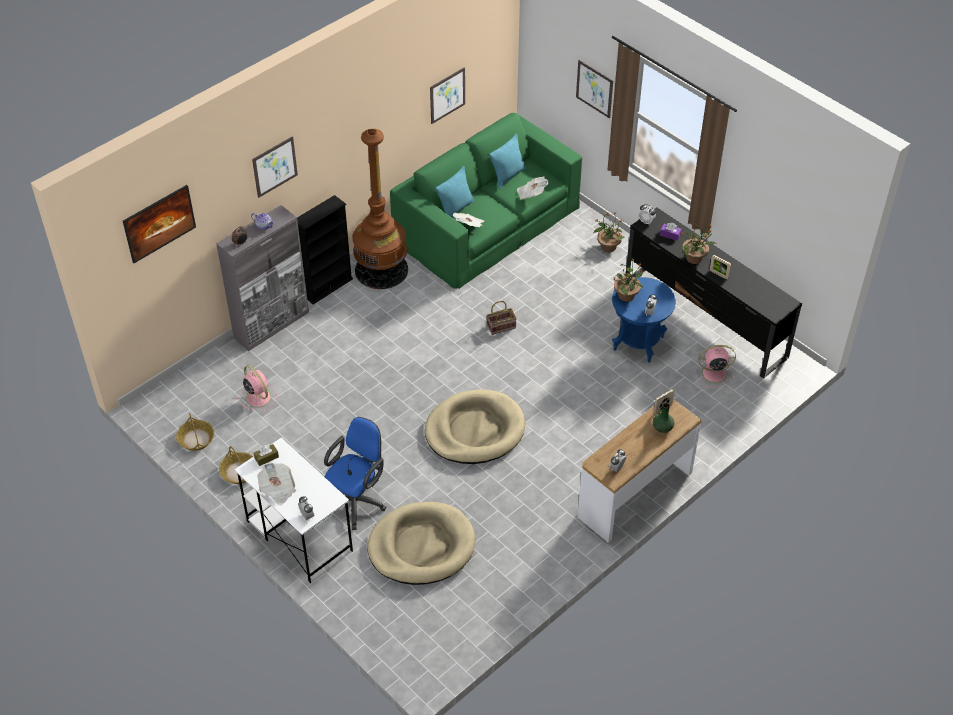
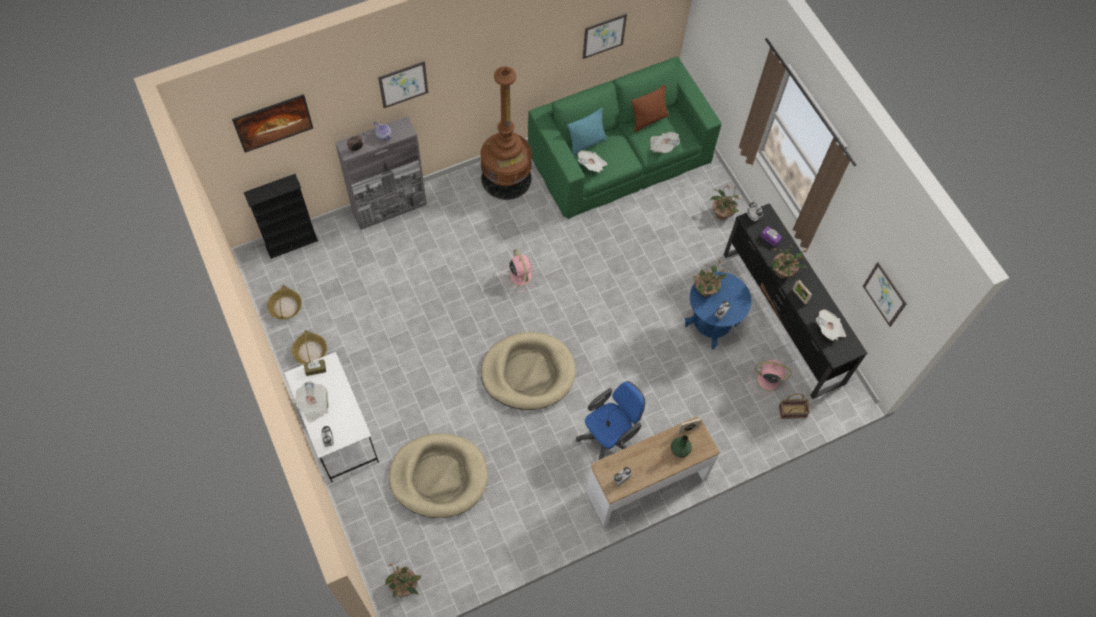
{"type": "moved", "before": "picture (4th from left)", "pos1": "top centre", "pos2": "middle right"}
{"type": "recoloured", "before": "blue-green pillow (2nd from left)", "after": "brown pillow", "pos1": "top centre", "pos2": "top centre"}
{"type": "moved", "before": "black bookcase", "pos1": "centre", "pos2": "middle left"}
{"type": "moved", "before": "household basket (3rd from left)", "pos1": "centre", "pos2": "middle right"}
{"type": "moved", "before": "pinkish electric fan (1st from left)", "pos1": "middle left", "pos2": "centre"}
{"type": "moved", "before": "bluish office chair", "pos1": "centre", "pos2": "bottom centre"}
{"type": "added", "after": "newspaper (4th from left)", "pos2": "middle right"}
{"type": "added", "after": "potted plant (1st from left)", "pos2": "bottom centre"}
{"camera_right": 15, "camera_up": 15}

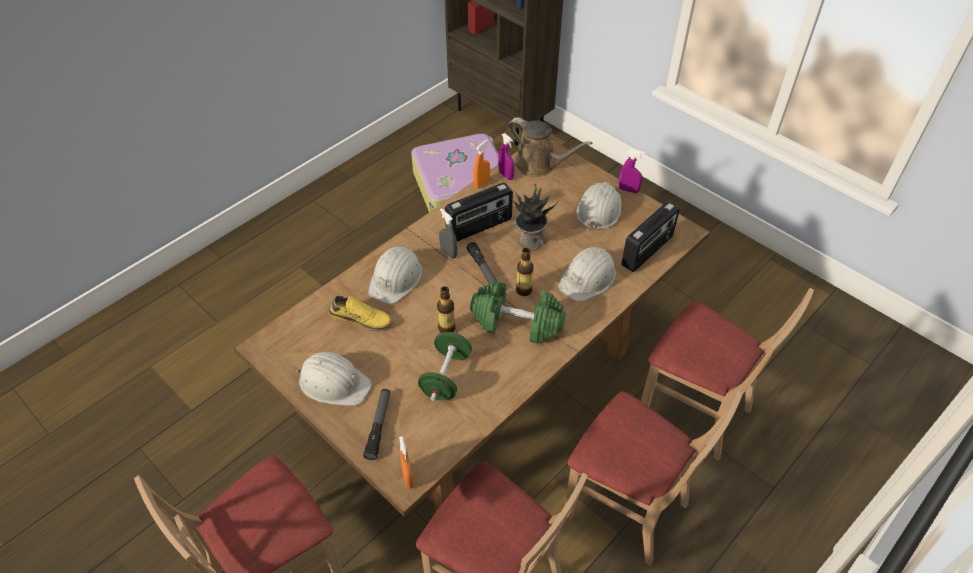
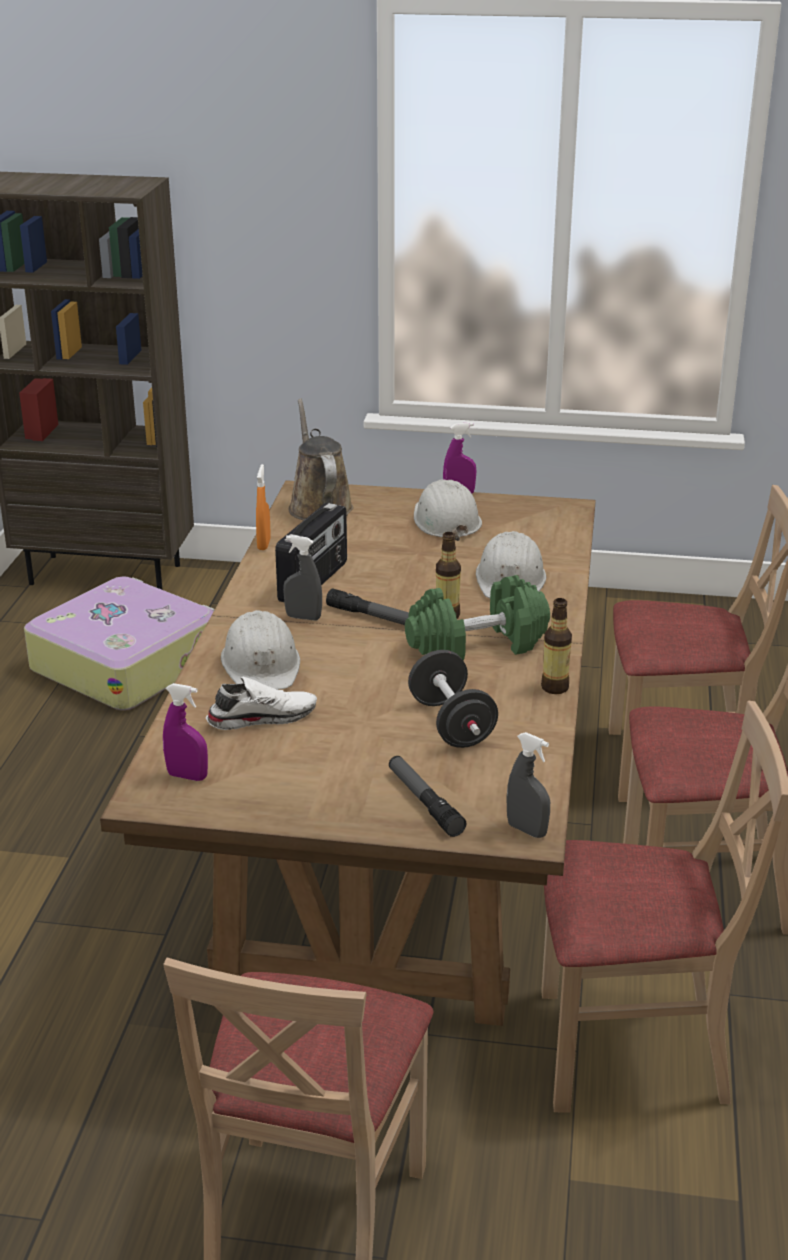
{"type": "turned", "before": "brown watering can", "pos1": "top centre", "pos2": "centre", "turn": -105}
{"type": "moved", "before": "purple-coloured hand sprayer (1st from left)", "pos1": "top centre", "pos2": "middle left"}
{"type": "removed", "before": "potted plant", "pos1": "centre"}
{"type": "removed", "before": "radio (2nd from left)", "pos1": "middle right"}
{"type": "moved", "before": "drink bottle (1st from left in the first image)", "after": "drink bottle (2nd from left)", "pos1": "centre", "pos2": "middle right"}
{"type": "recoloured", "before": "yellow-coloured item of footwear", "after": "whitish item of footwear", "pos1": "centre", "pos2": "middle left"}
{"type": "recoloured", "before": "green hand weight (1st from left)", "after": "black hand weight", "pos1": "centre", "pos2": "centre"}
{"type": "removed", "before": "whitish work helmet (1st from left)", "pos1": "centre"}
{"type": "recoloured", "before": "orangey hand sprayer (1st from left)", "after": "greyish hand sprayer (2nd from left)", "pos1": "bottom centre", "pos2": "middle right"}
{"camera_right": -35, "camera_up": -20}

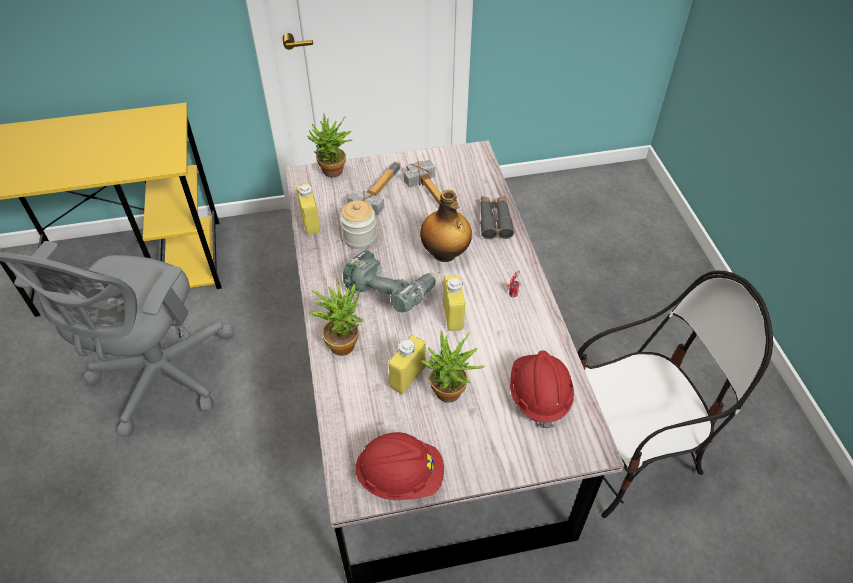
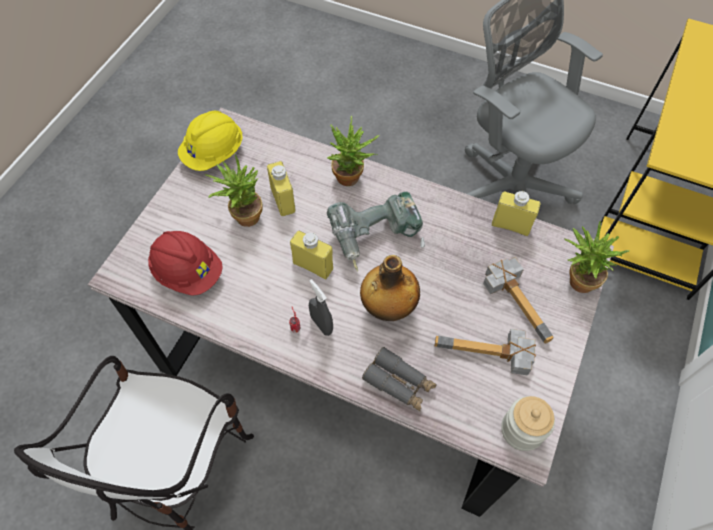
{"type": "moved", "before": "preserve jar", "pos1": "centre", "pos2": "bottom right"}
{"type": "recoloured", "before": "reddish work helmet (1st from left)", "after": "yellow-coloured work helmet", "pos1": "bottom centre", "pos2": "top left"}
{"type": "added", "after": "greyish hand sprayer", "pos2": "centre"}
{"camera_right": 125, "camera_up": 10}

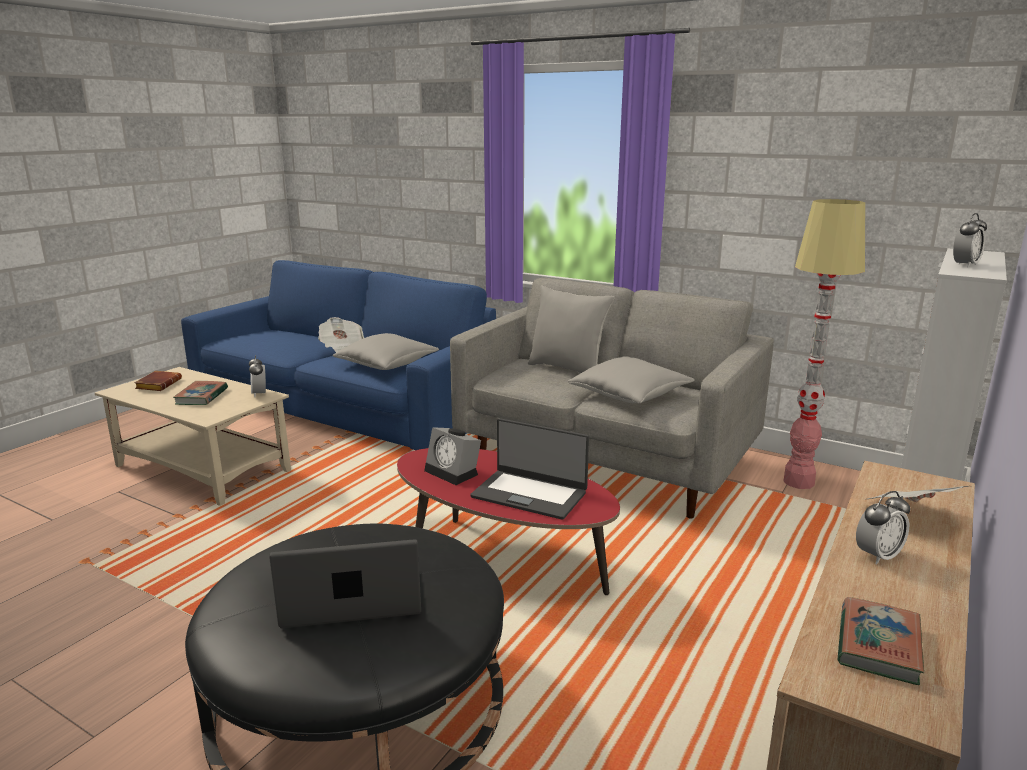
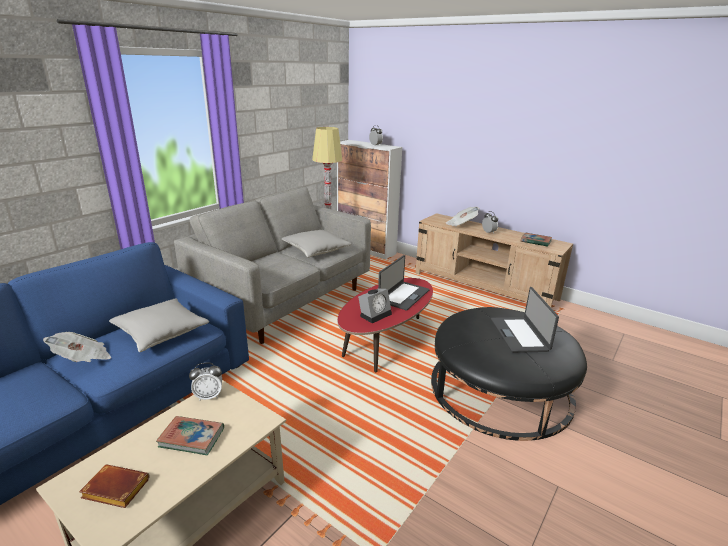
{"type": "removed", "before": "greyish pillow (2nd from left)", "pos1": "centre"}
{"camera_right": -85, "camera_up": 5}

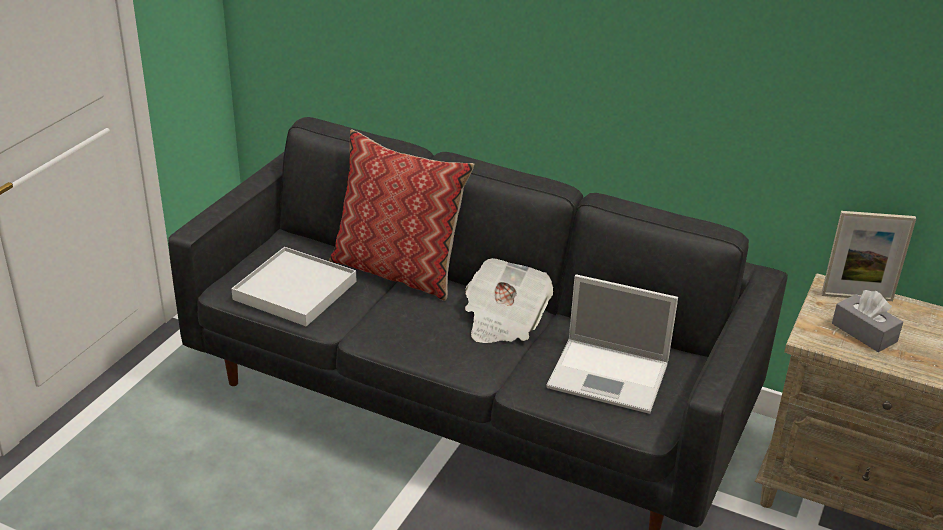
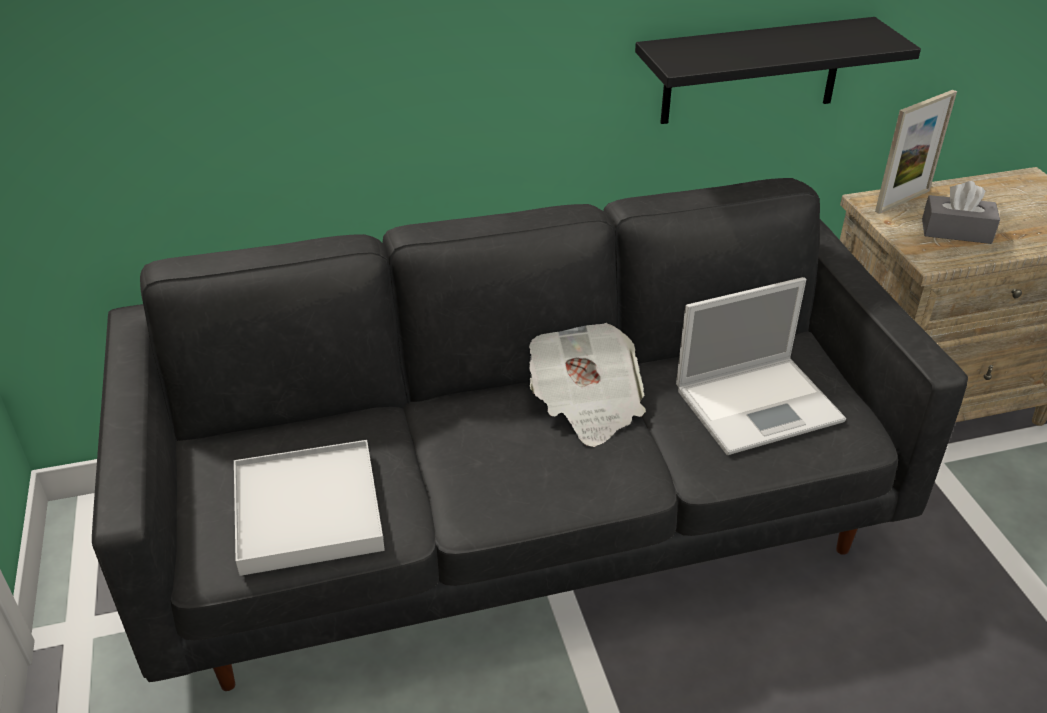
{"type": "removed", "before": "pillow", "pos1": "centre"}
{"type": "added", "after": "black wall shelf", "pos2": "top right"}
{"camera_right": -40, "camera_up": 5}

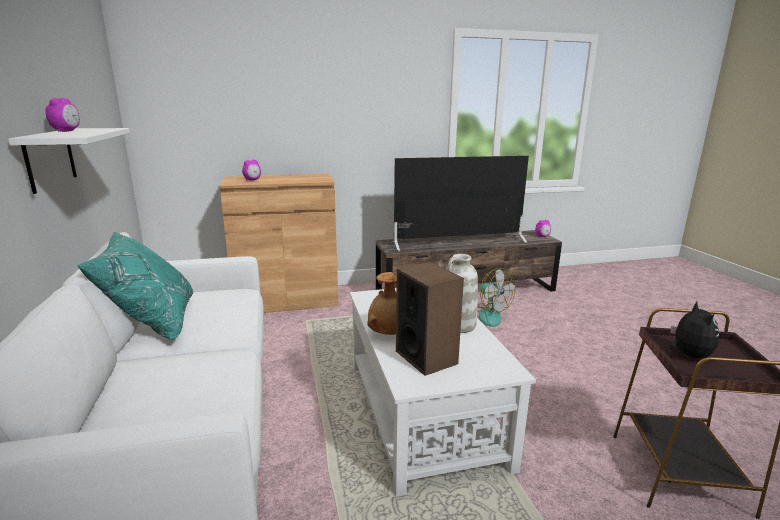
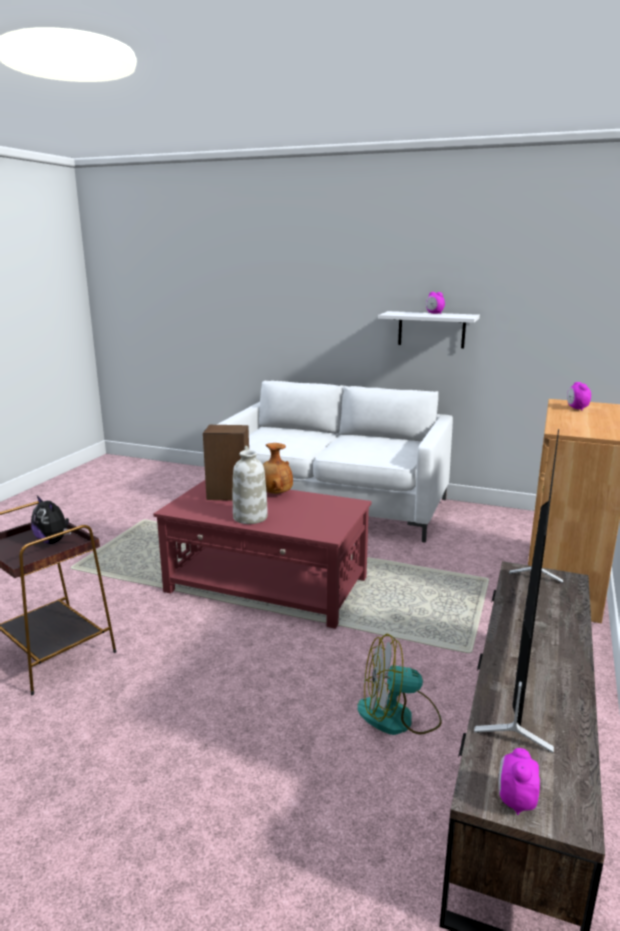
{"type": "removed", "before": "blue-green pillow", "pos1": "middle left"}
{"type": "recoloured", "before": "whitish coffee table", "after": "reddish coffee table", "pos1": "bottom centre", "pos2": "centre"}
{"camera_right": 125, "camera_up": 0}

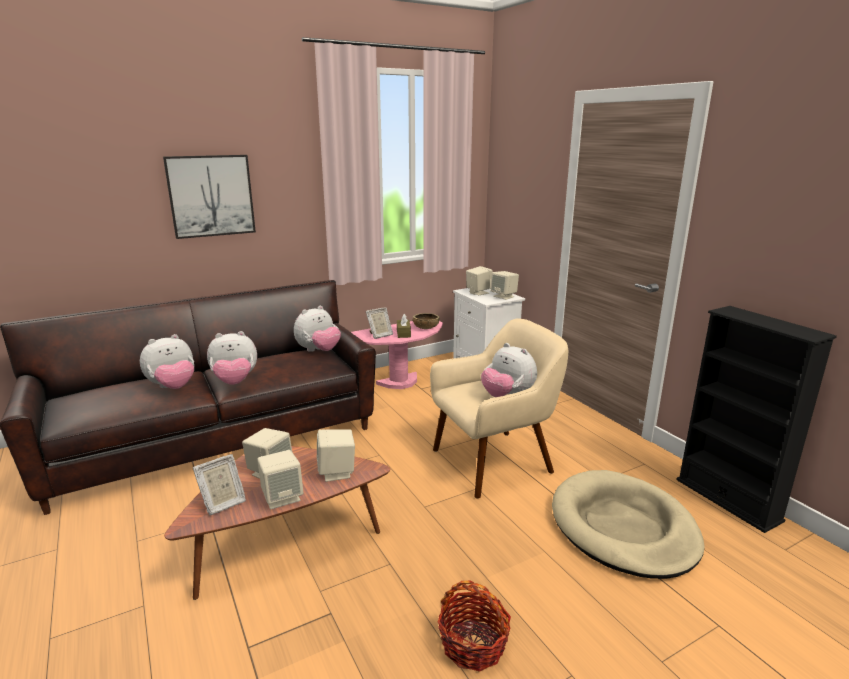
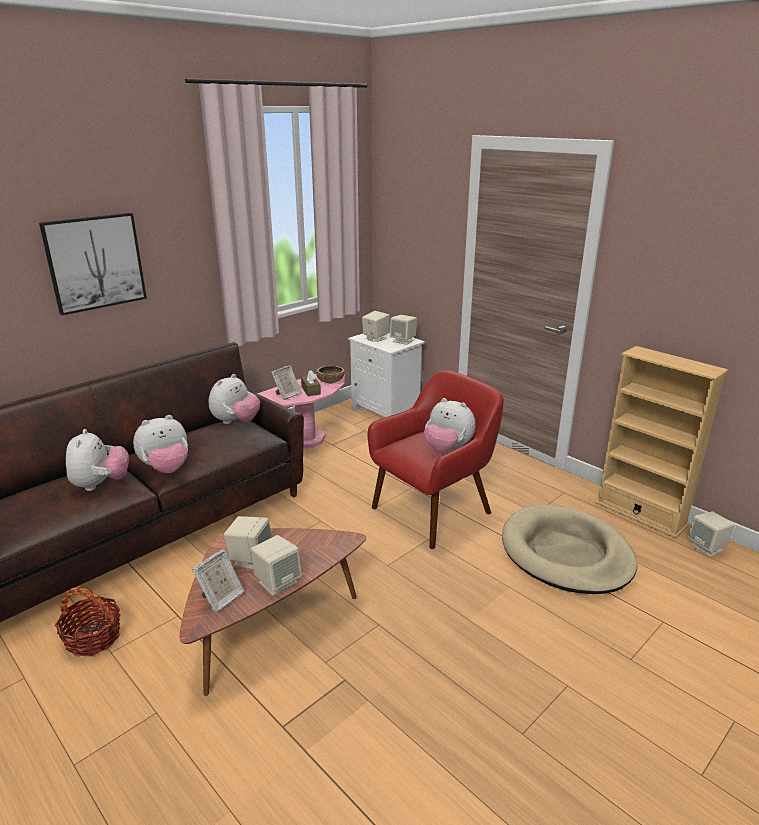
{"type": "recoloured", "before": "black bookcase", "after": "beige bookcase", "pos1": "middle right", "pos2": "middle right"}
{"type": "recoloured", "before": "beige lounge chair", "after": "reddish lounge chair", "pos1": "centre", "pos2": "centre"}
{"type": "turned", "before": "cuddly toy (1st from left)", "pos1": "middle left", "pos2": "middle left", "turn": -45}
{"type": "moved", "before": "beige audio speaker (3rd from left in the first image)", "after": "beige audio speaker (5th from left)", "pos1": "bottom centre", "pos2": "middle right"}
{"type": "moved", "before": "household basket", "pos1": "bottom centre", "pos2": "bottom left"}
{"camera_right": -15, "camera_up": 5}

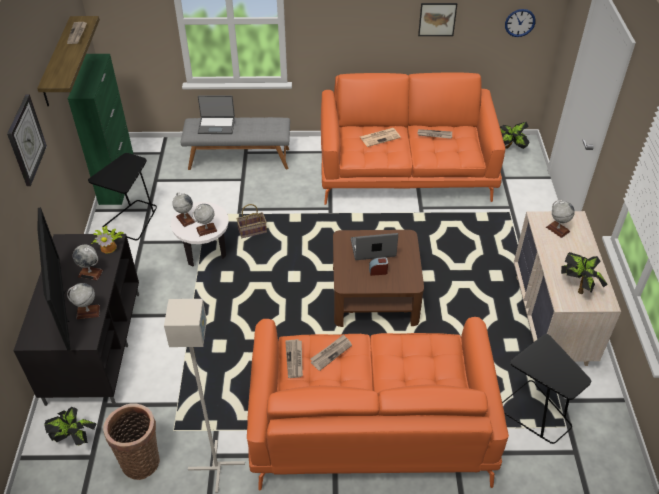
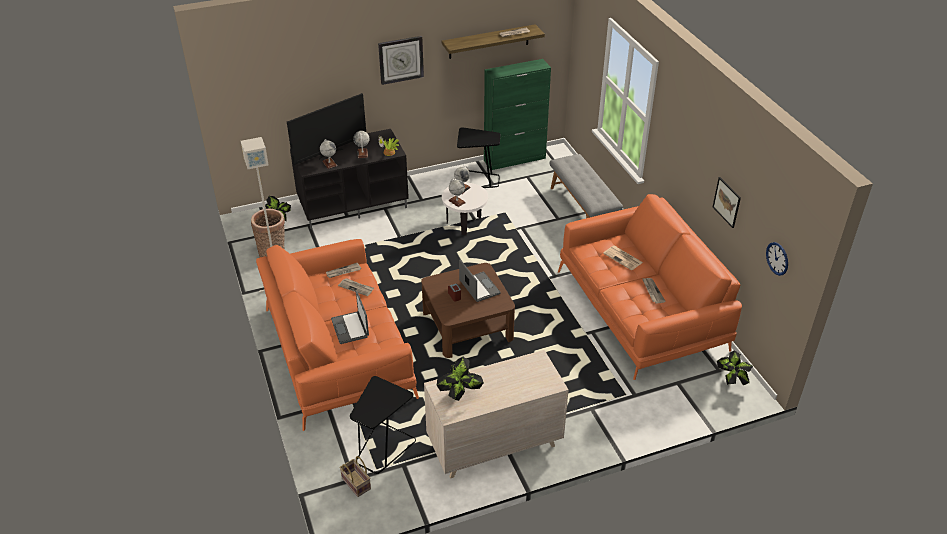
{"type": "moved", "before": "laptop (1st from left)", "pos1": "top left", "pos2": "centre"}
{"type": "removed", "before": "world globe (5th from left)", "pos1": "middle right"}
{"type": "moved", "before": "household basket (2nd from left)", "pos1": "centre", "pos2": "bottom centre"}
{"camera_right": 70, "camera_up": -5}

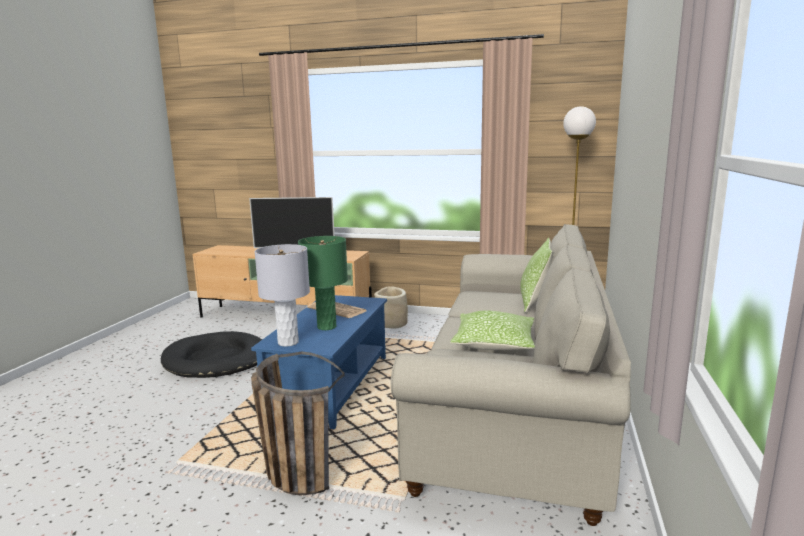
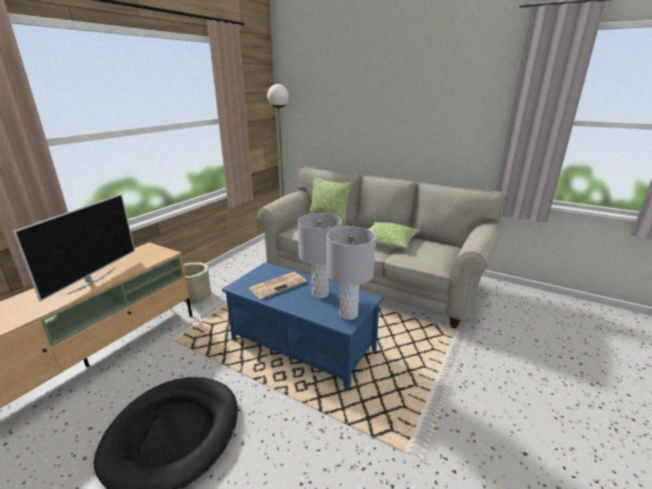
{"type": "recoloured", "before": "green lamp for a table", "after": "greyish lamp for a table (1st from left)", "pos1": "centre", "pos2": "centre"}
{"type": "removed", "before": "household basket", "pos1": "bottom centre"}
{"camera_right": -75, "camera_up": 10}

